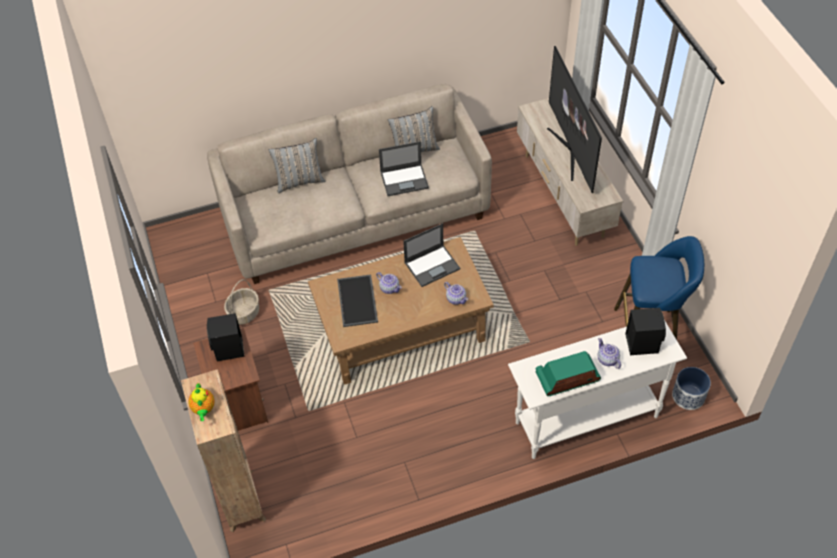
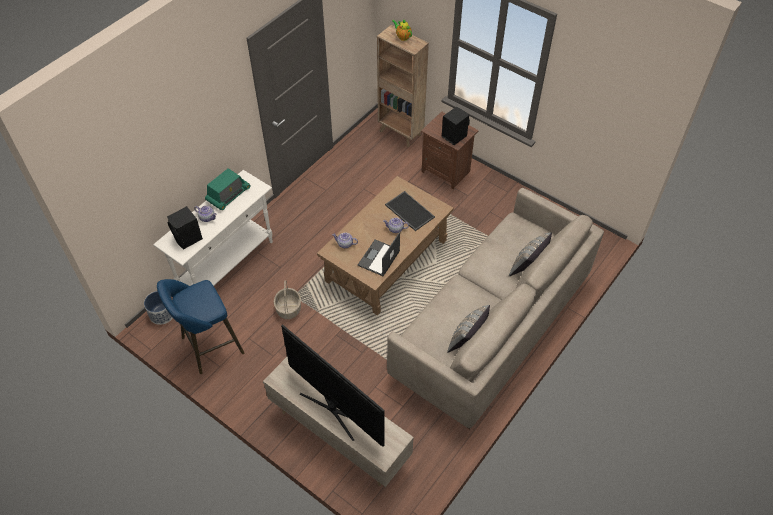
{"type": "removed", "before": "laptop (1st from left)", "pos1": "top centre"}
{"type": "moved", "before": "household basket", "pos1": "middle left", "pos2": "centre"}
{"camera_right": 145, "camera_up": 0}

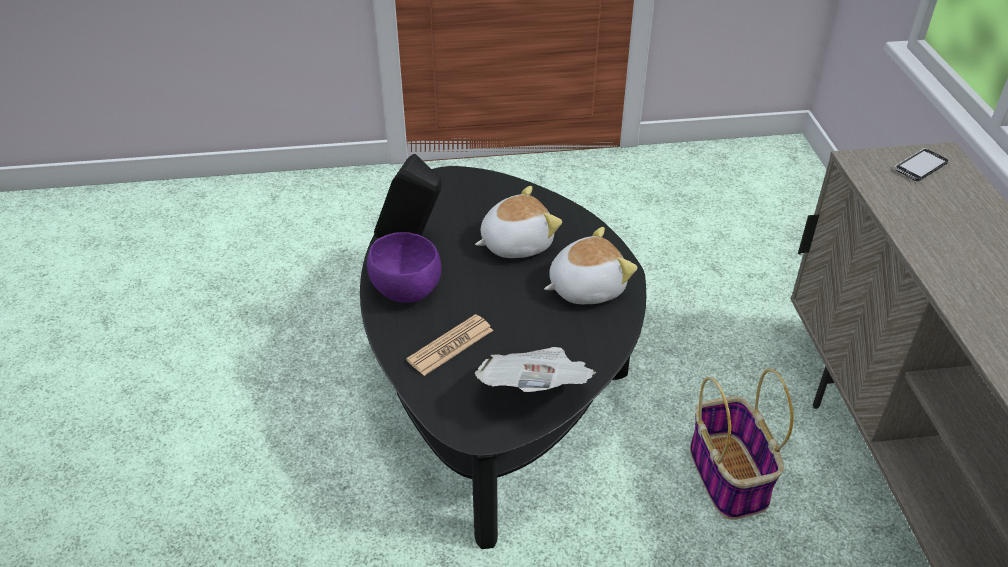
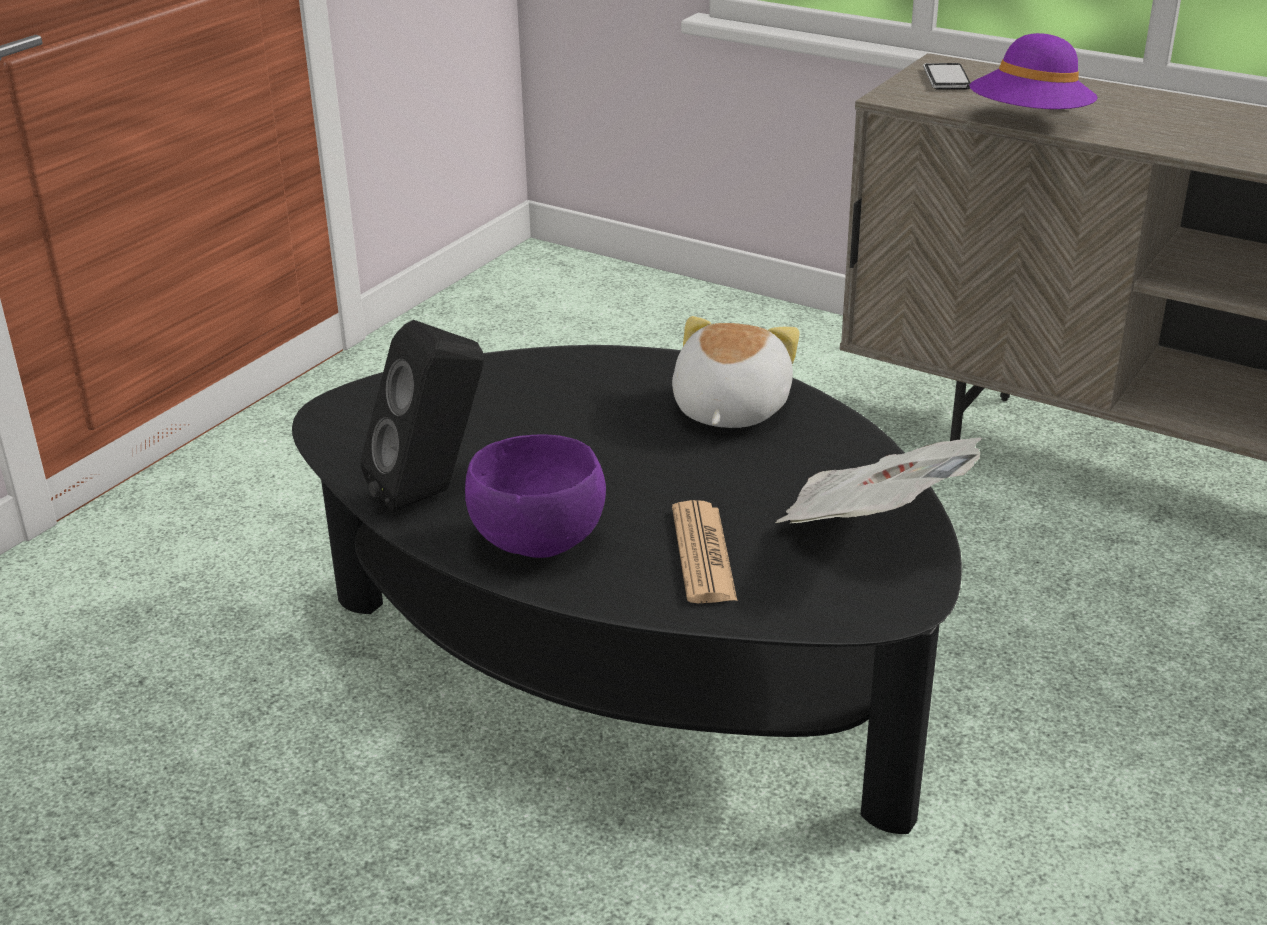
{"type": "removed", "before": "cuddly toy (1st from left)", "pos1": "centre"}
{"type": "removed", "before": "household basket", "pos1": "bottom right"}
{"type": "added", "after": "purple-coloured hat", "pos2": "top right"}
{"camera_right": -50, "camera_up": -10}

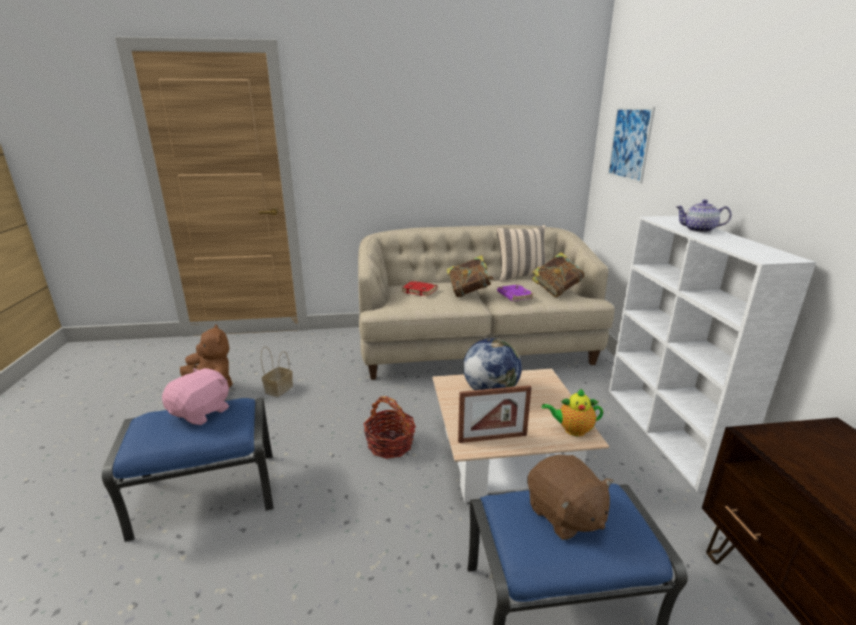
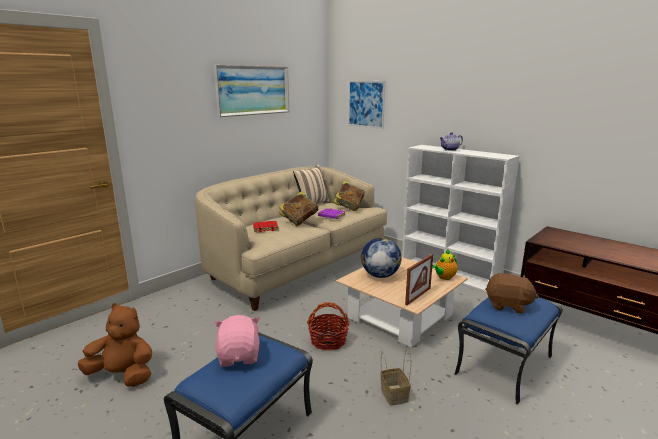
{"type": "moved", "before": "household basket (1st from left in the first image)", "after": "household basket (2nd from left)", "pos1": "middle left", "pos2": "bottom centre"}
{"type": "added", "after": "picture (1st from left)", "pos2": "top centre"}
{"camera_right": -40, "camera_up": -5}

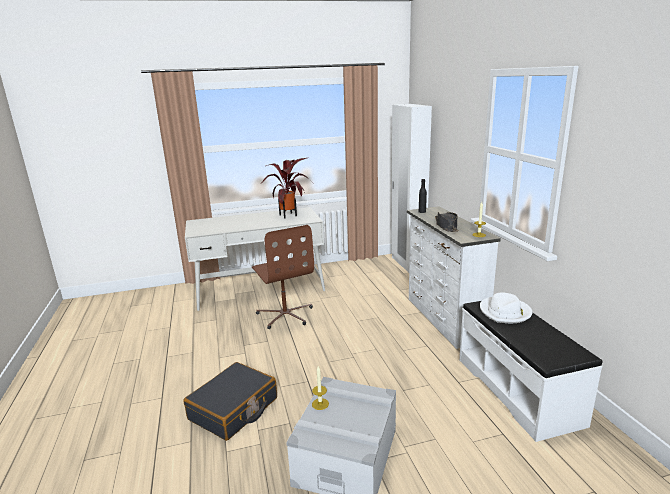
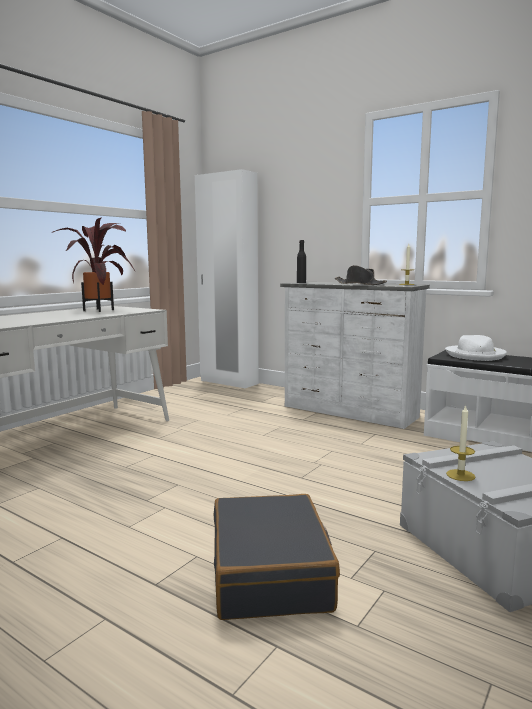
{"type": "removed", "before": "brown office chair", "pos1": "centre"}
{"camera_right": -40, "camera_up": -10}

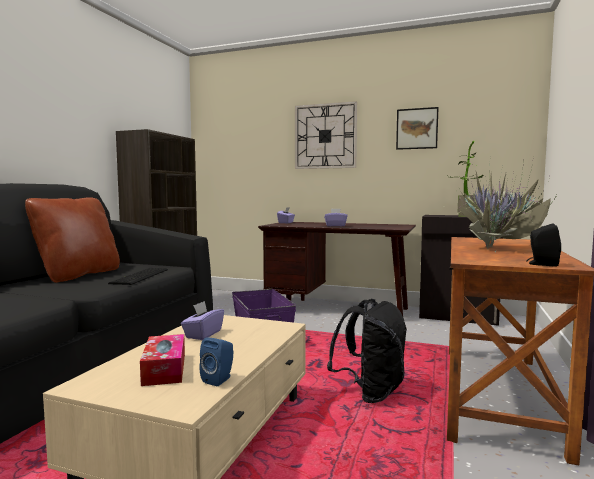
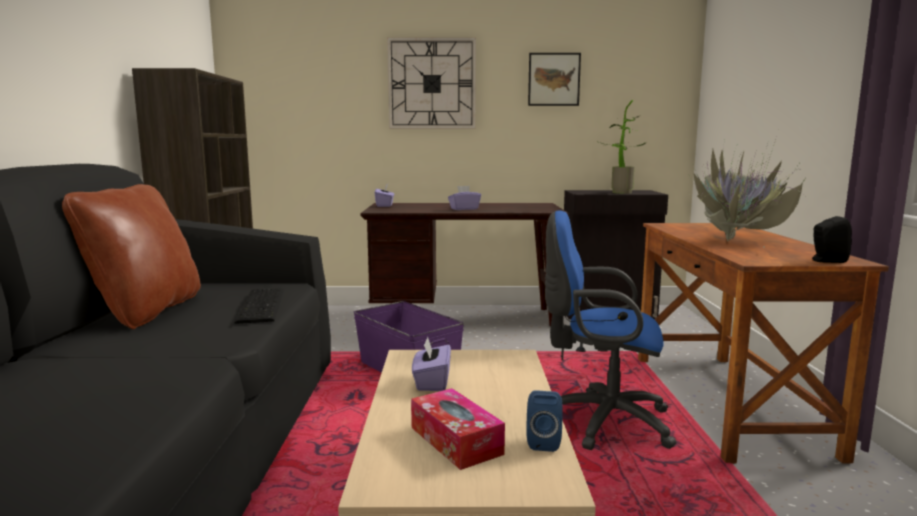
{"type": "replaced", "before": "black backpack", "after": "bluish office chair", "pos1": "bottom centre", "pos2": "centre"}
{"camera_right": -20, "camera_up": 5}

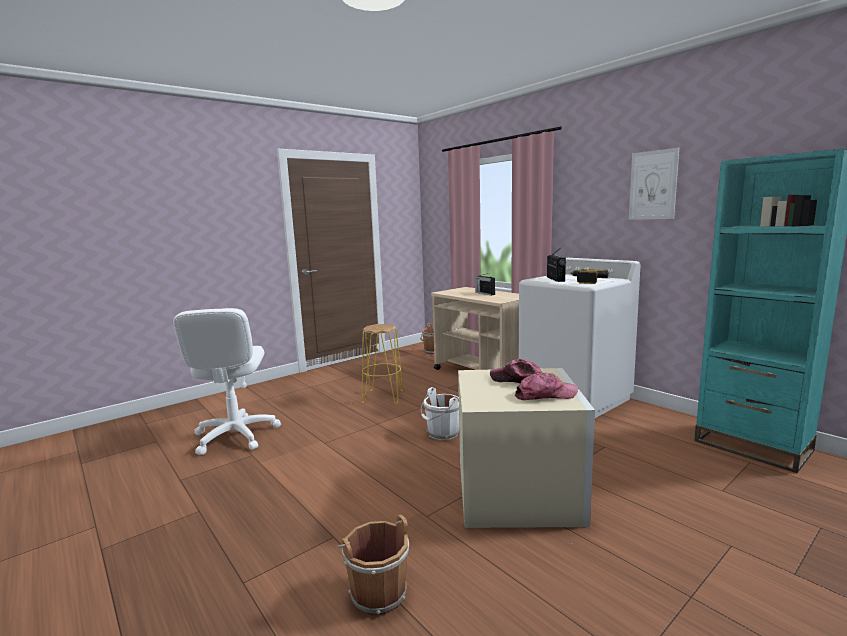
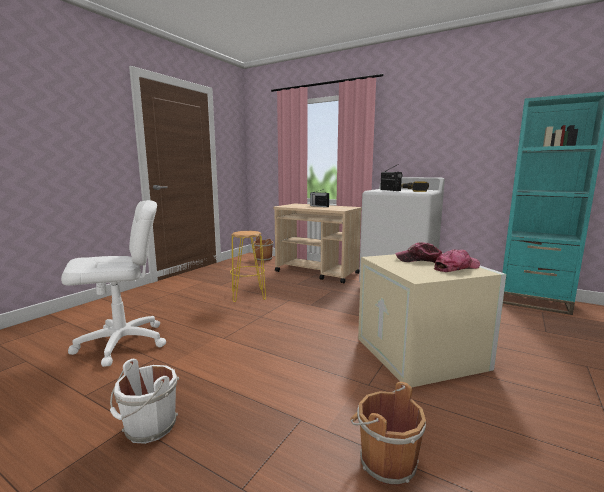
{"type": "removed", "before": "picture", "pos1": "top right"}
{"type": "turned", "before": "whitish office chair", "pos1": "middle left", "pos2": "middle left", "turn": -90}
{"type": "moved", "before": "whitish pail", "pos1": "centre", "pos2": "bottom left"}
{"camera_right": -20, "camera_up": 0}

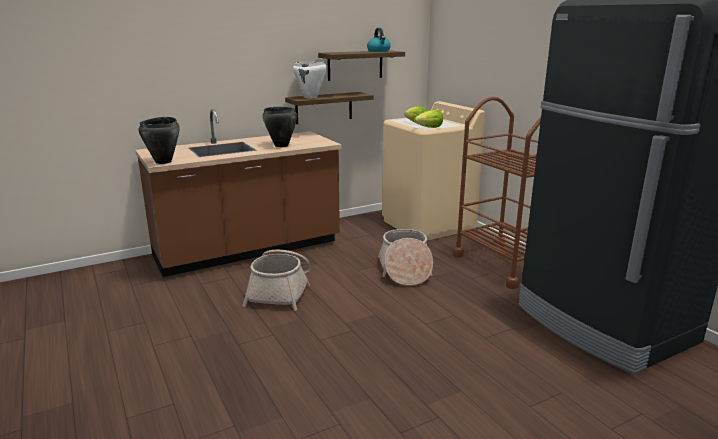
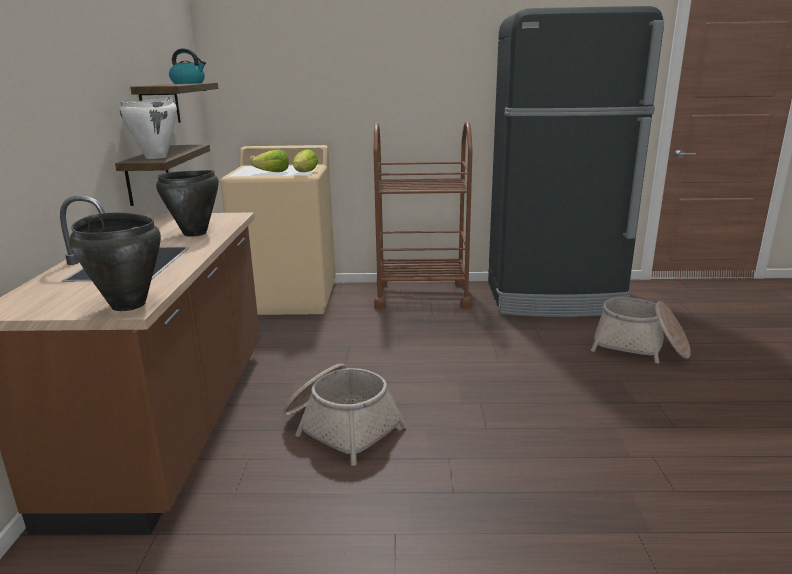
{"type": "moved", "before": "household basket (2nd from left)", "pos1": "centre", "pos2": "middle right"}
{"camera_right": -60, "camera_up": 0}

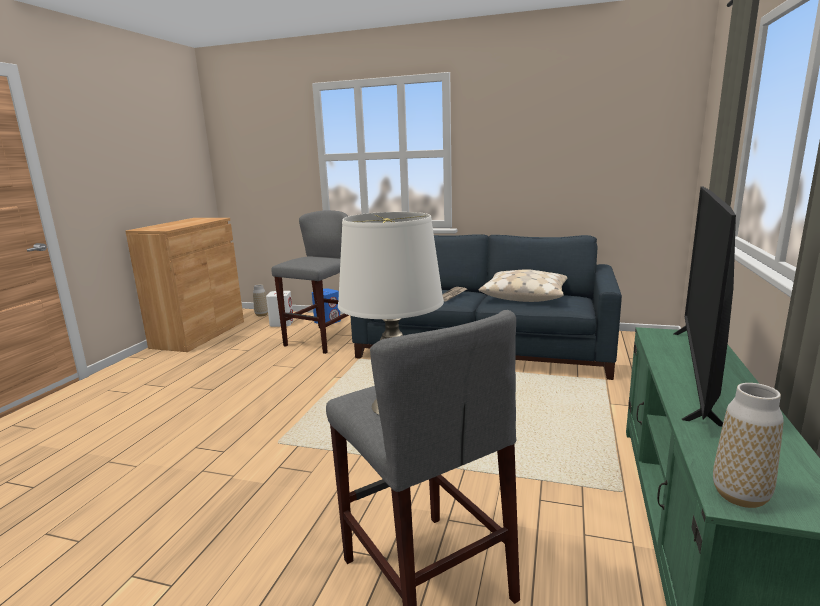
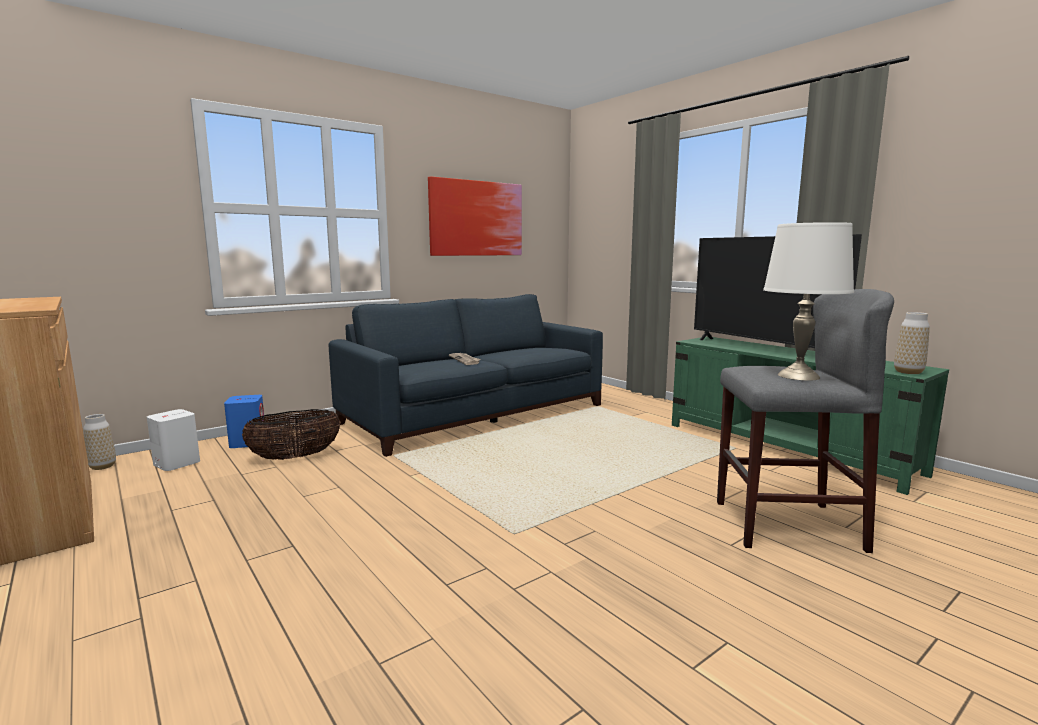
{"type": "replaced", "before": "greyish stool seat (1st from left)", "after": "household basket", "pos1": "centre", "pos2": "middle left"}
{"type": "removed", "before": "beige pillow", "pos1": "centre"}
{"type": "added", "after": "picture", "pos2": "top centre"}
{"camera_right": -55, "camera_up": -5}

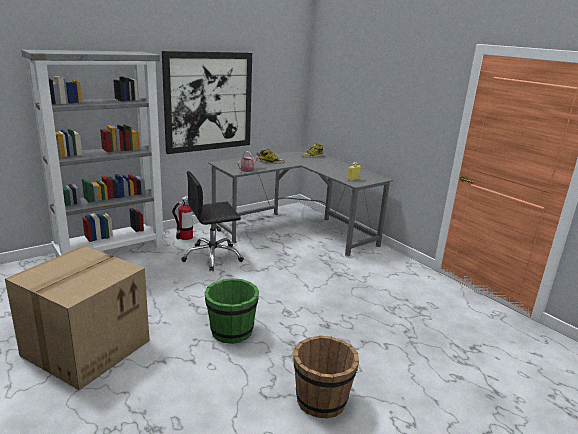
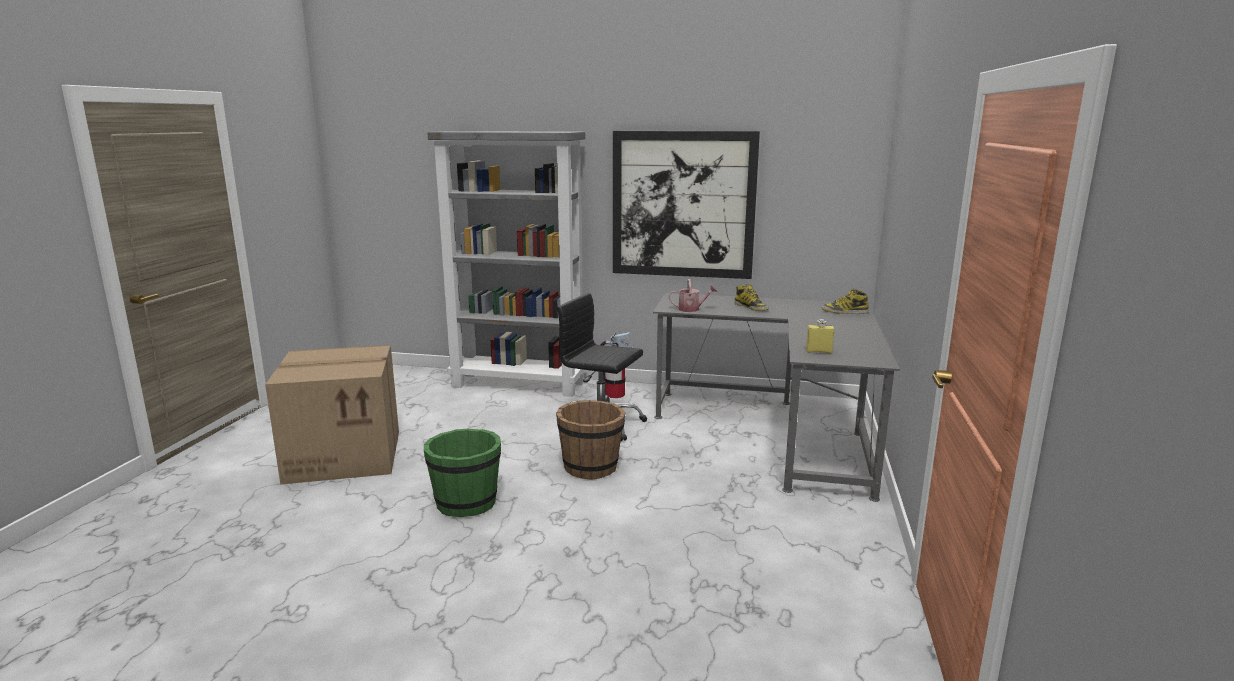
{"type": "moved", "before": "brown pail", "pos1": "bottom centre", "pos2": "centre"}
{"camera_right": 50, "camera_up": -5}

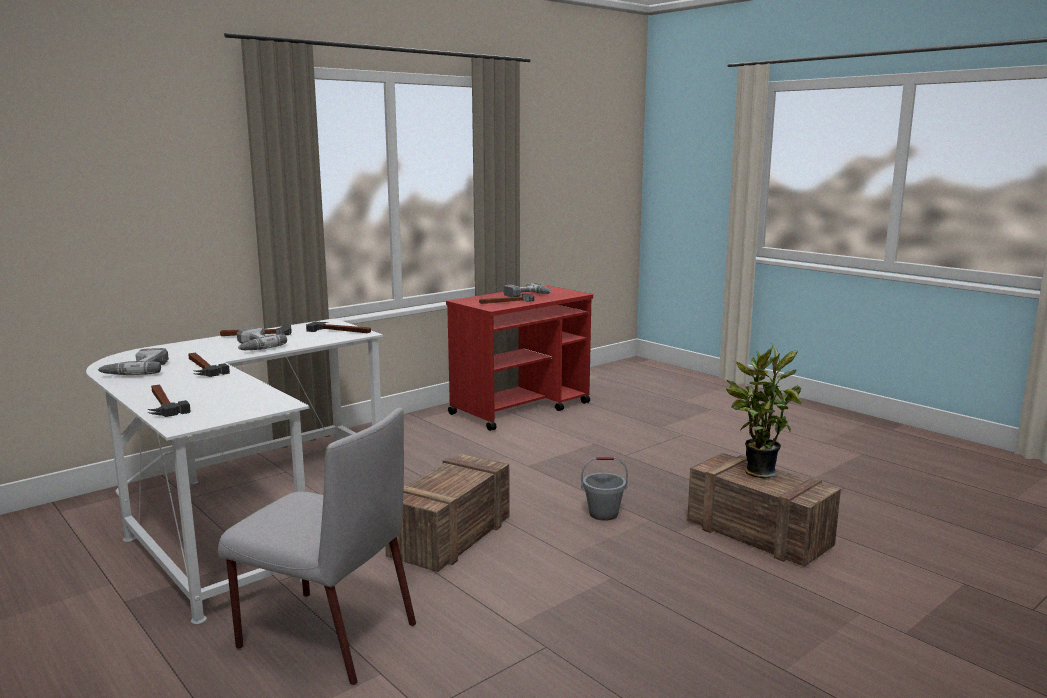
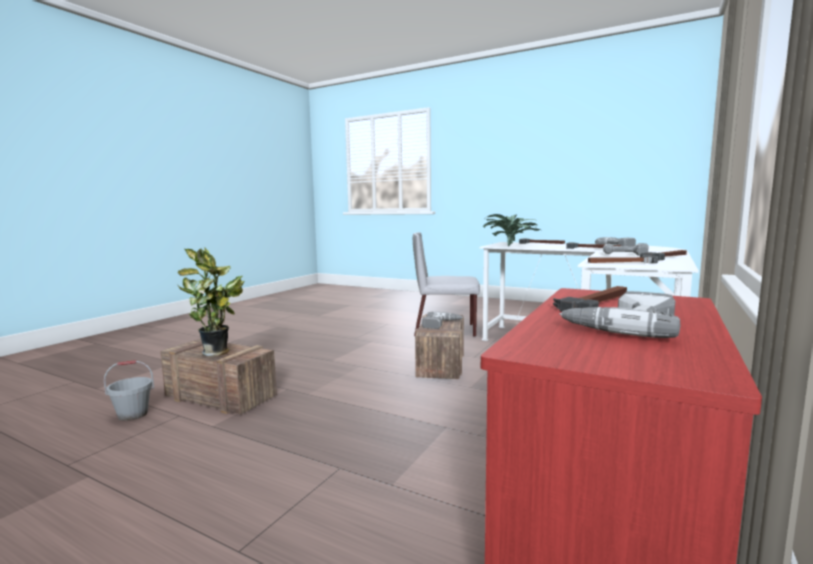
{"type": "moved", "before": "greyish pail", "pos1": "bottom centre", "pos2": "bottom left"}
{"type": "added", "after": "potted plant (2nd from left)", "pos2": "centre"}
{"type": "added", "after": "electric drill (1st from left)", "pos2": "centre"}
{"camera_right": 160, "camera_up": -5}

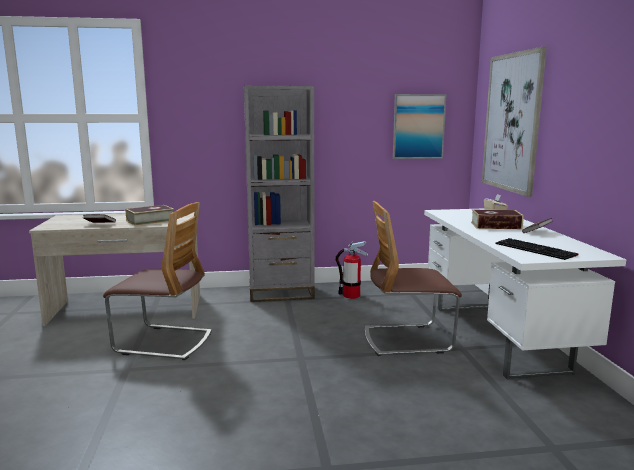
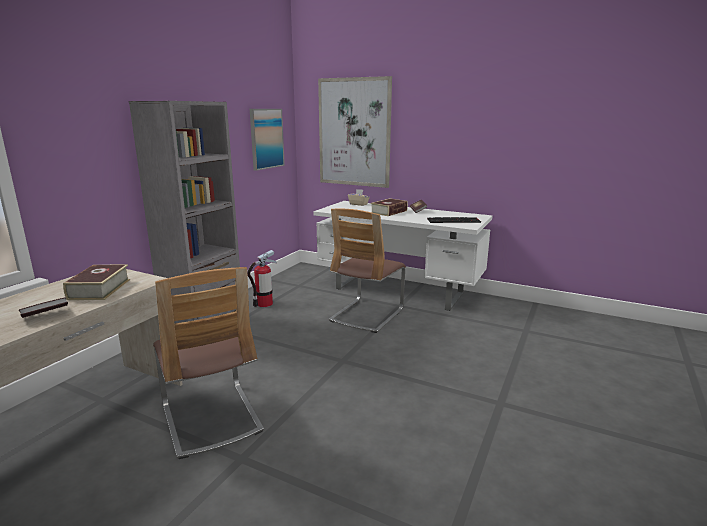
{"type": "turned", "before": "chair (1st from left)", "pos1": "middle left", "pos2": "bottom left", "turn": 105}
{"camera_right": -55, "camera_up": 5}

